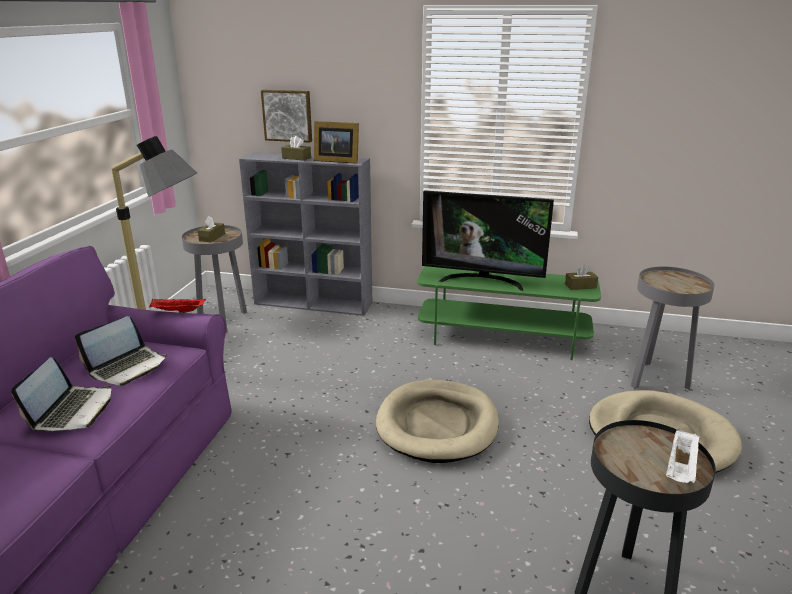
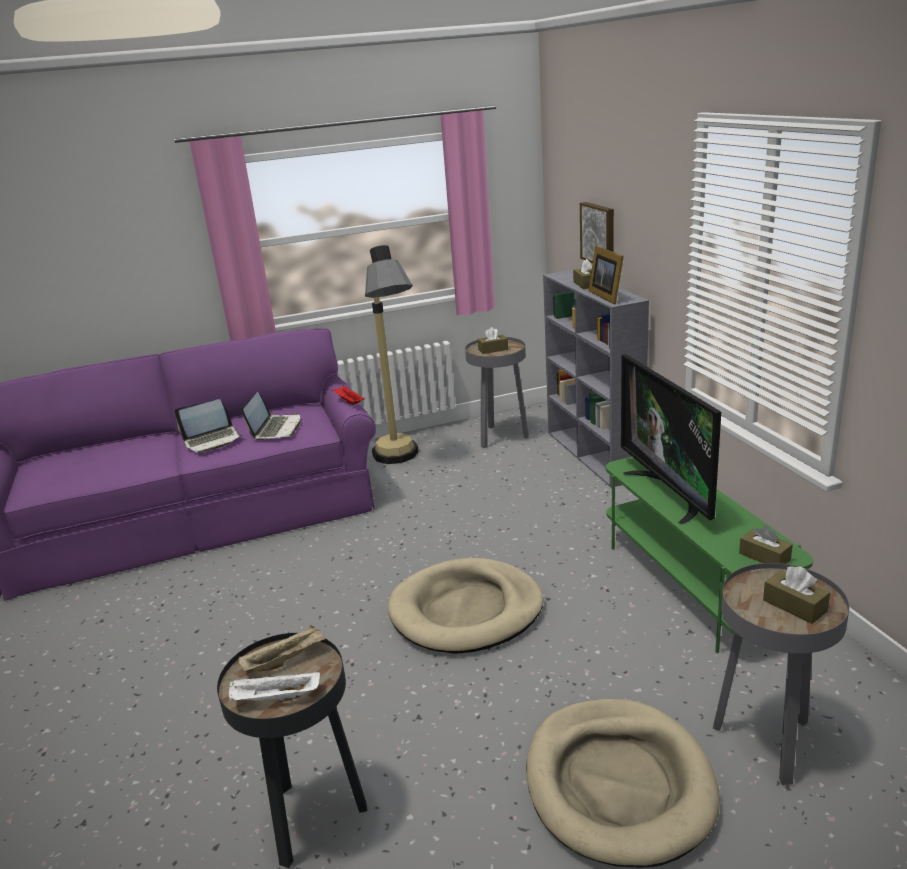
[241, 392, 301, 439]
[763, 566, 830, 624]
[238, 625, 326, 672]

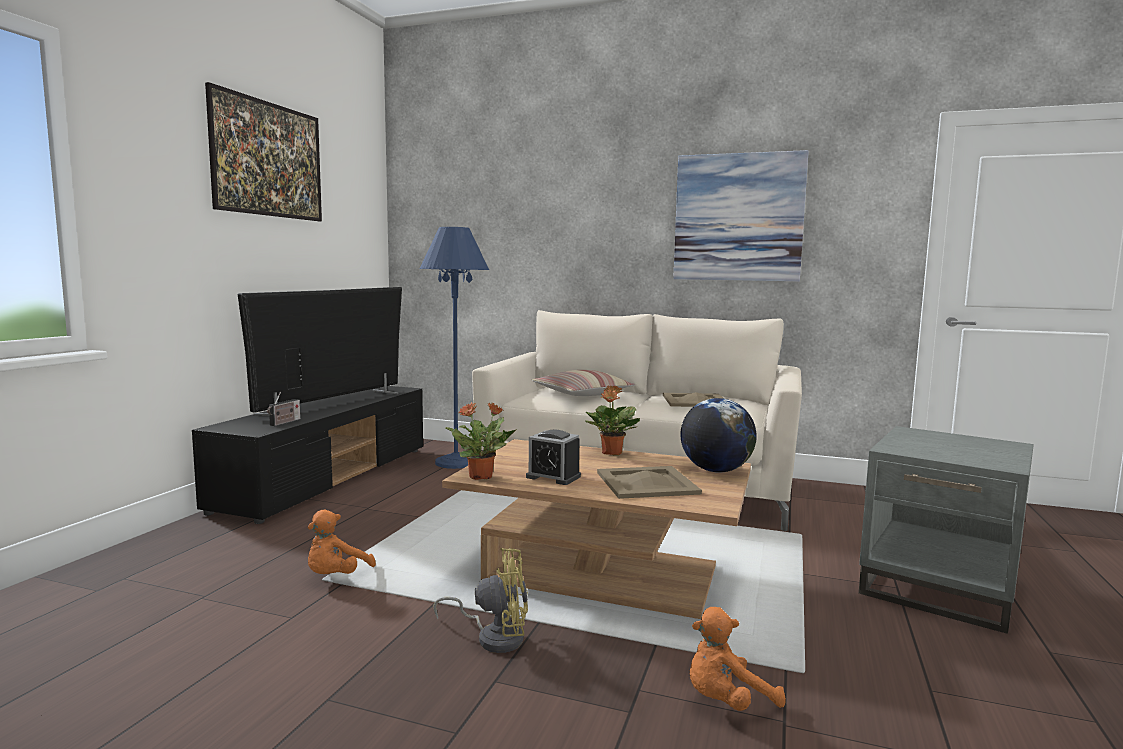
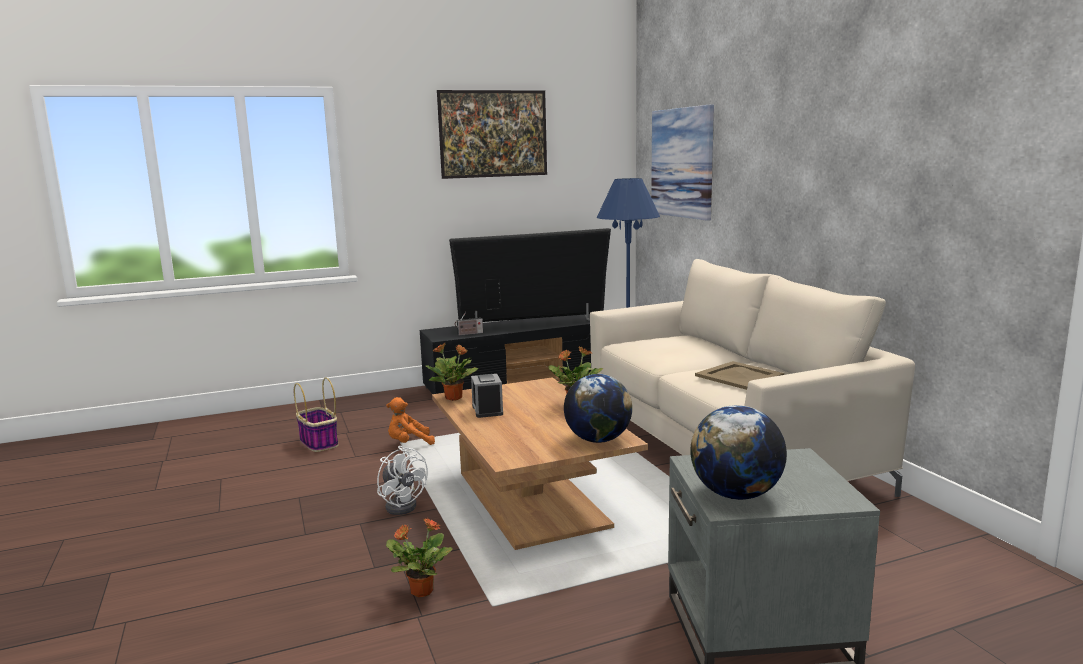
[651, 104, 714, 221]
[532, 370, 635, 396] (first image)
[597, 466, 702, 499] (first image)
[377, 446, 428, 515]
[386, 518, 453, 597]
[294, 377, 338, 452]
[690, 405, 787, 500]

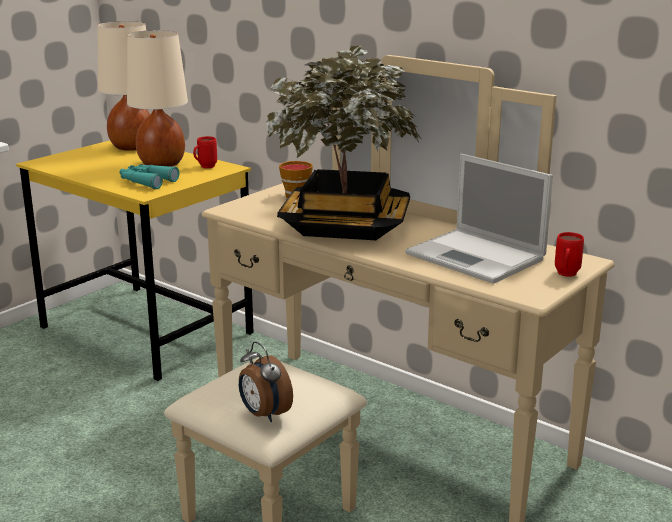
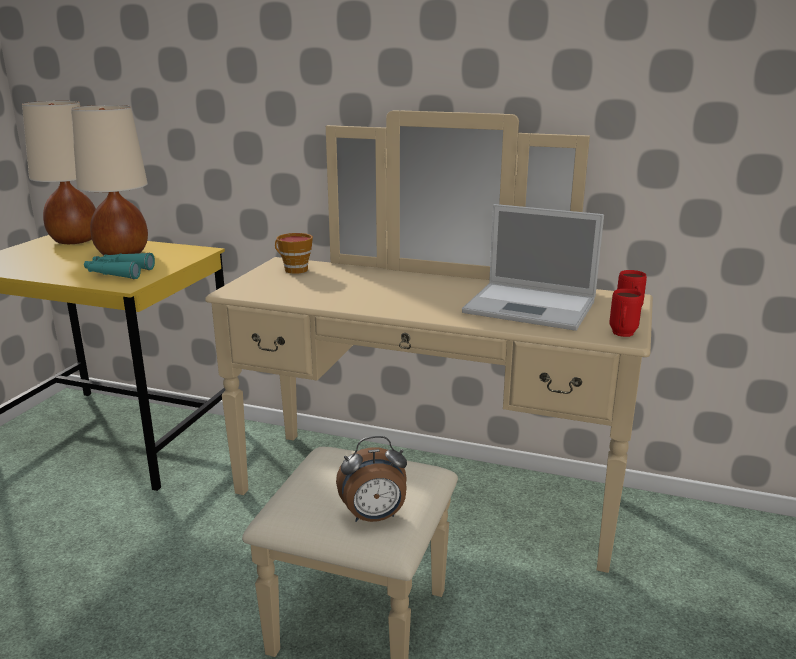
[266, 46, 421, 240] (first image)
[609, 289, 643, 337]
[336, 436, 407, 522]

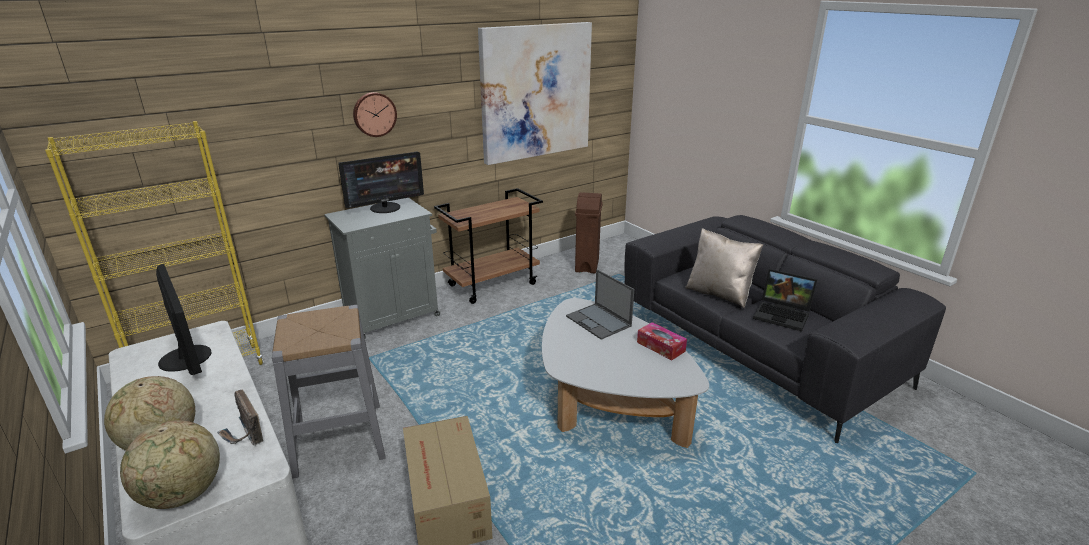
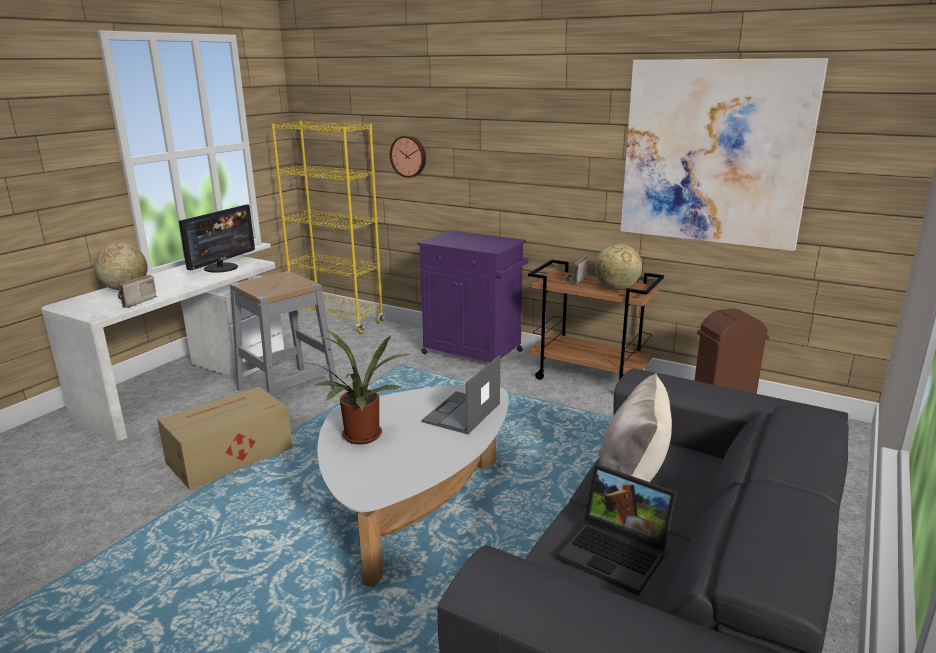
[390, 136, 426, 178]
[338, 152, 424, 213] (first image)
[417, 230, 528, 362]
[558, 464, 677, 596]
[637, 322, 687, 360] (first image)
[595, 244, 642, 290]
[565, 256, 589, 285]
[306, 329, 410, 445]

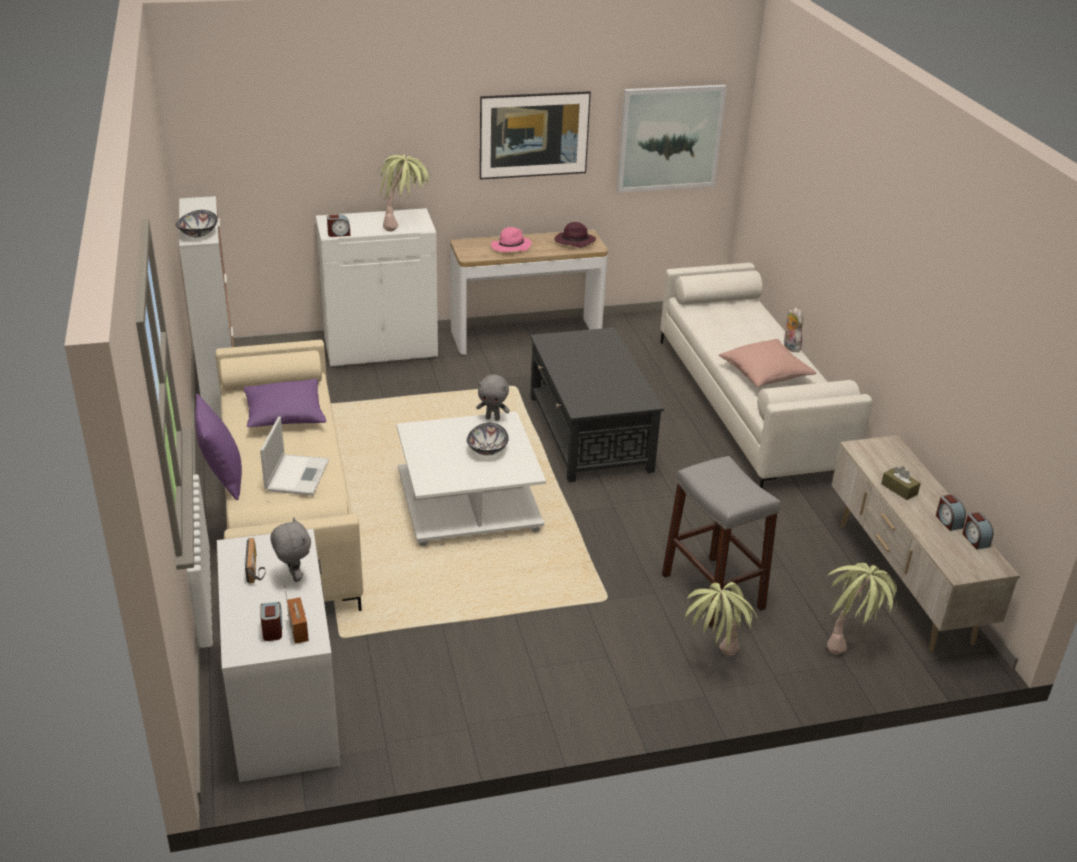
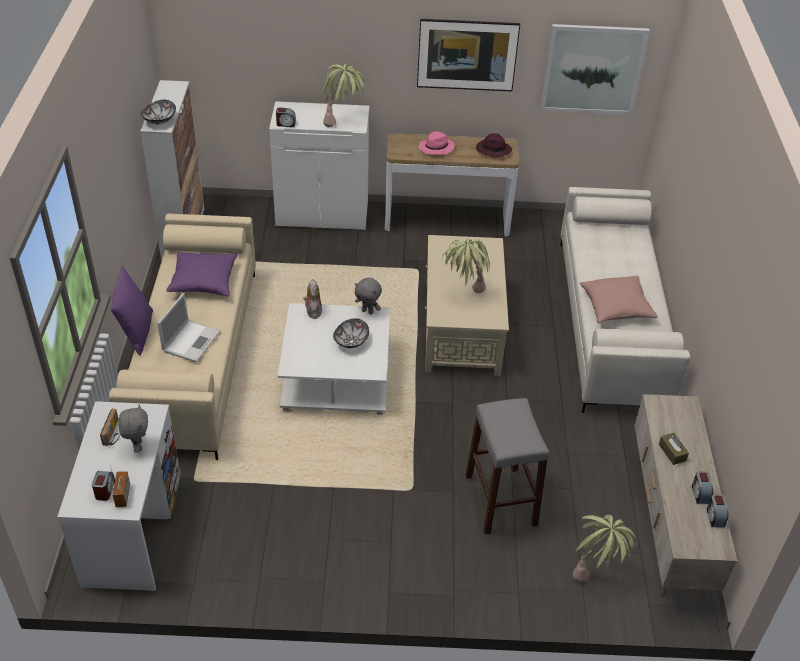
[303, 279, 322, 319]
[425, 235, 509, 376]
[442, 238, 490, 293]

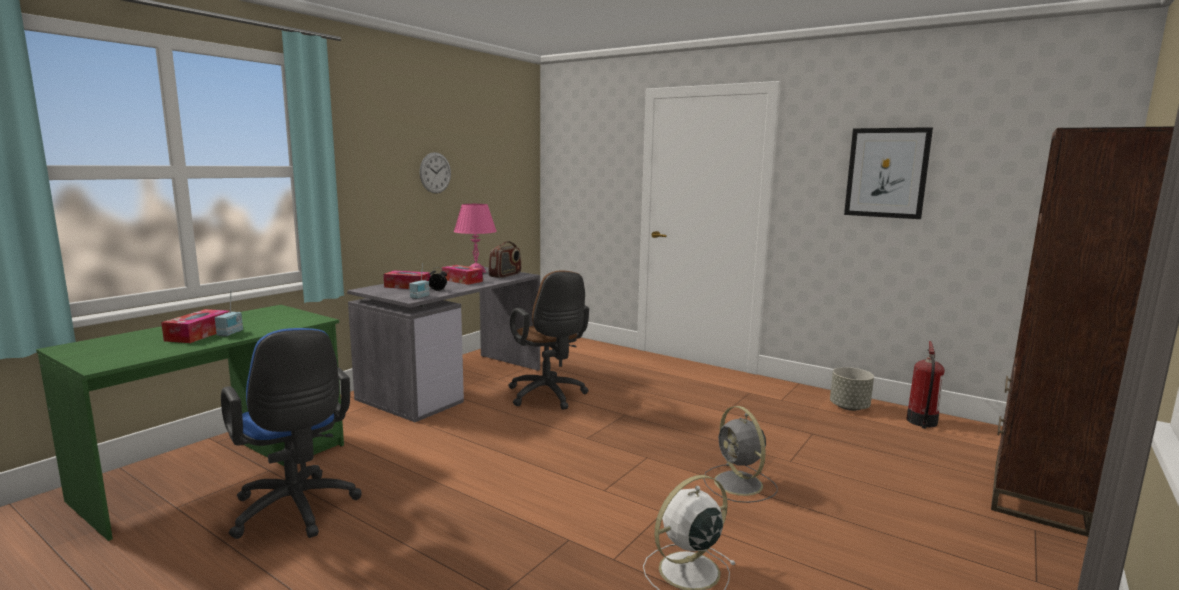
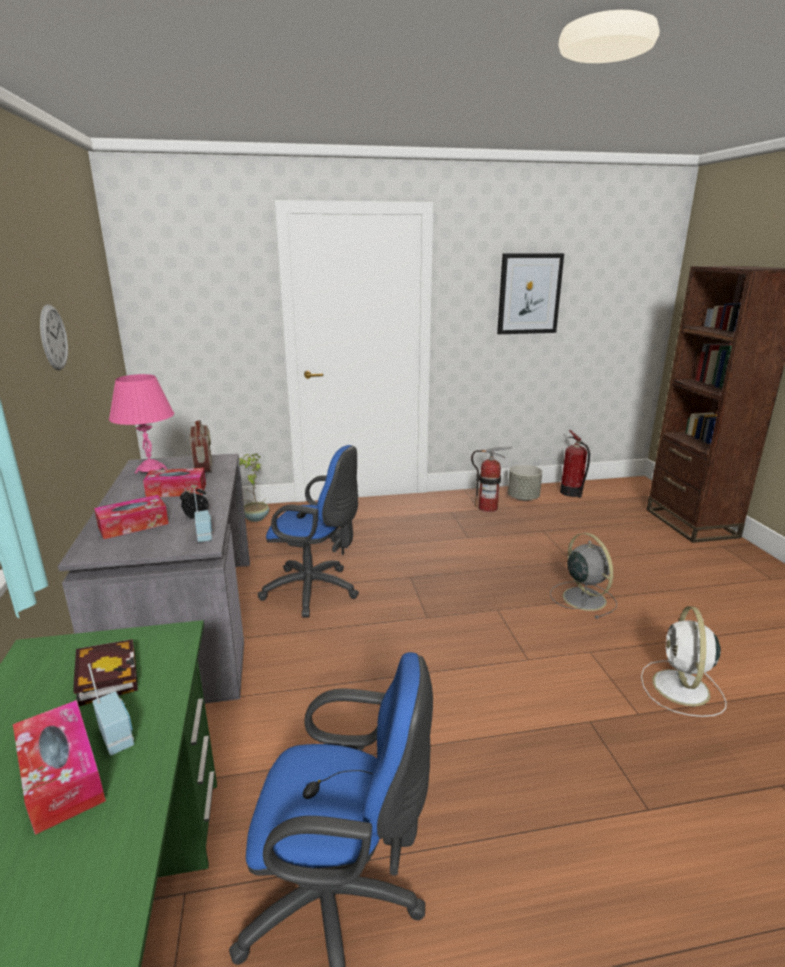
[258, 445, 359, 618]
[550, 533, 617, 619]
[471, 447, 512, 512]
[239, 453, 269, 522]
[73, 639, 138, 706]

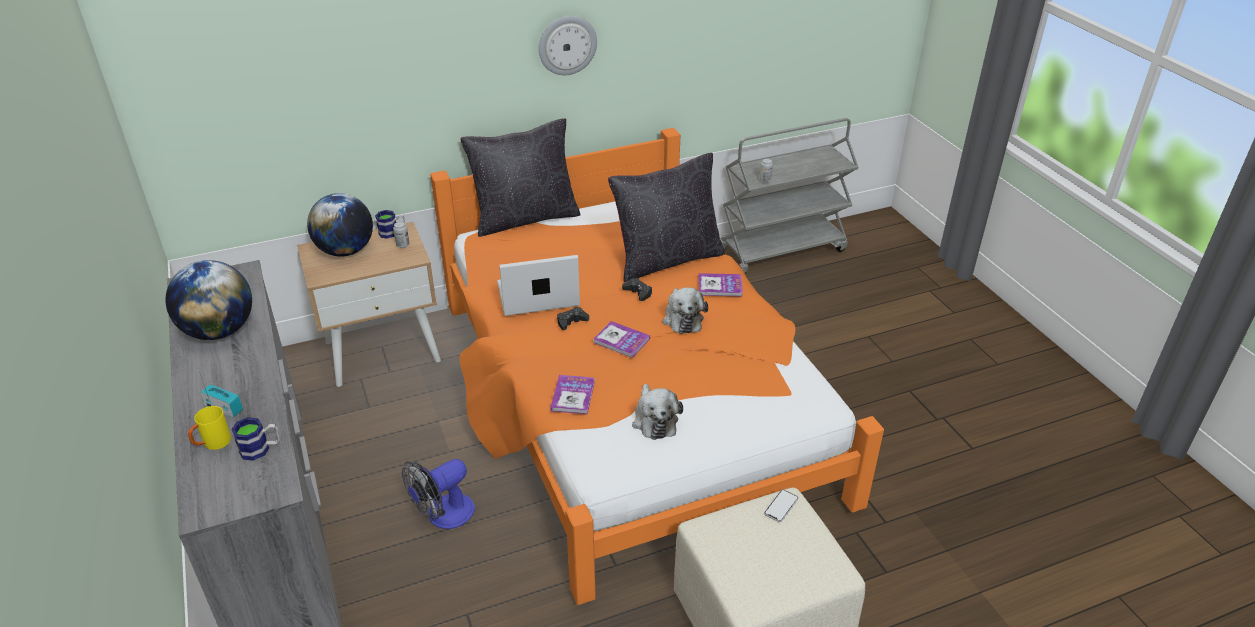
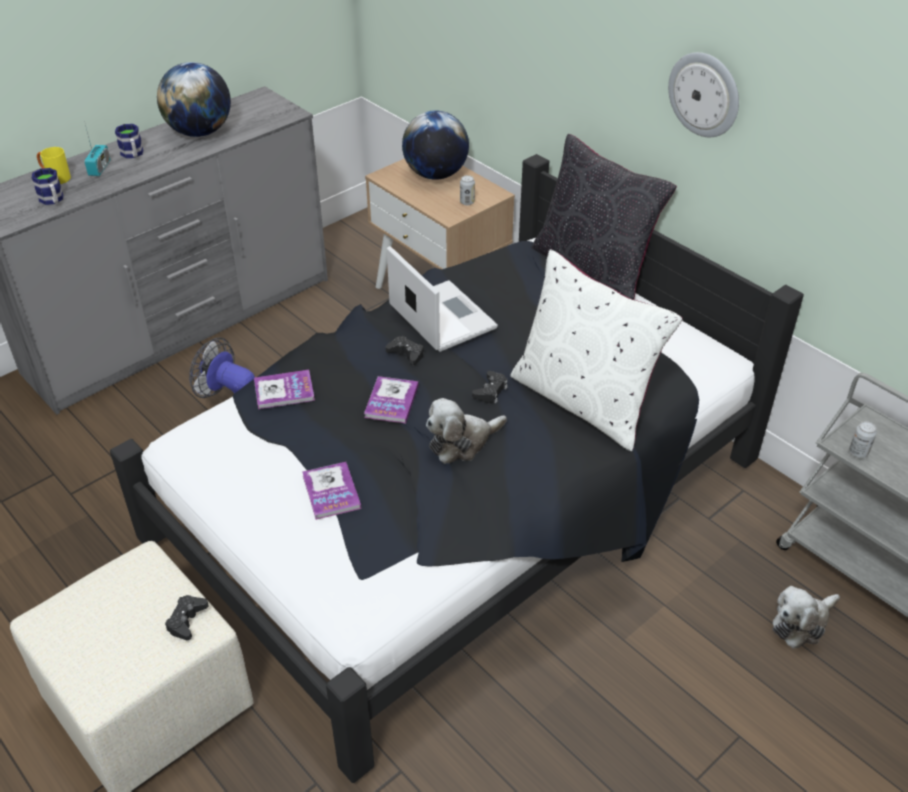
[110, 154, 804, 783]
[510, 249, 683, 451]
[115, 124, 143, 158]
[302, 462, 361, 520]
[772, 586, 840, 648]
[165, 595, 209, 640]

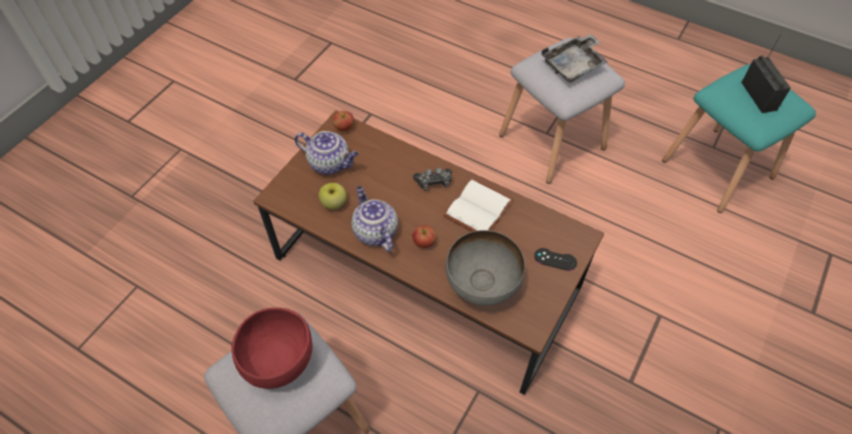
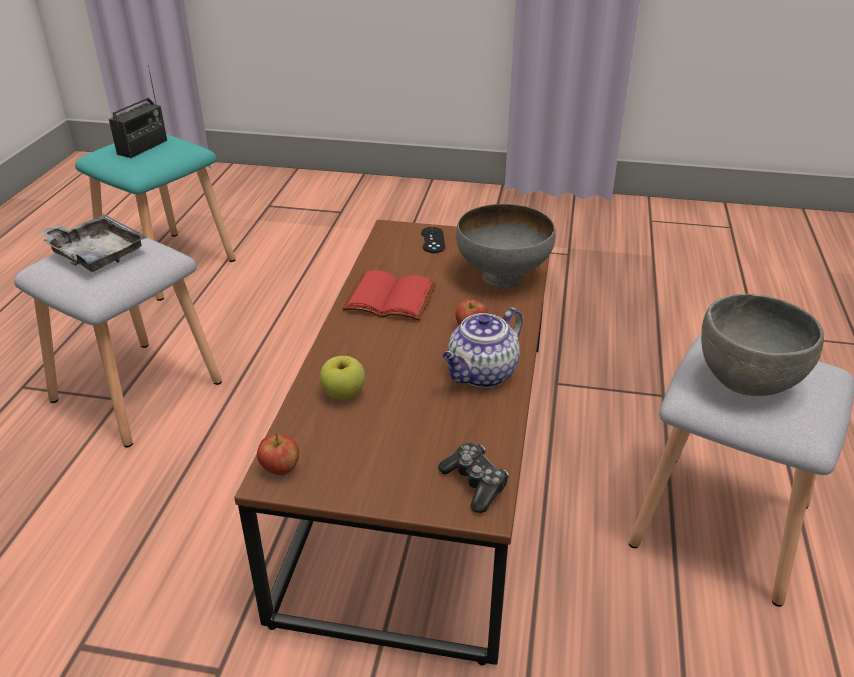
[109, 65, 167, 158]
[295, 131, 359, 175] (first image)
[438, 443, 509, 513]
[343, 270, 436, 321]
[320, 356, 365, 400]
[701, 294, 824, 396]

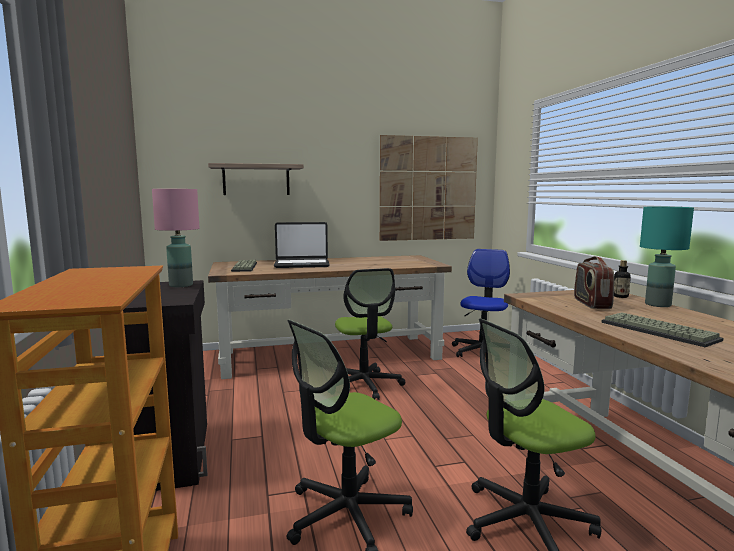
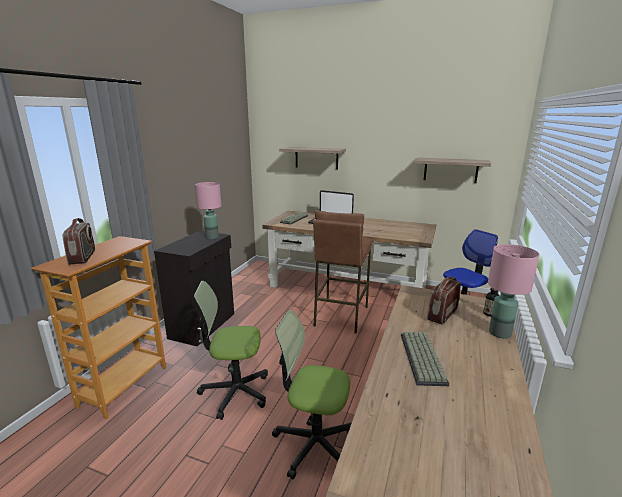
[414, 157, 491, 183]
[488, 244, 540, 339]
[313, 210, 372, 333]
[63, 218, 95, 265]

